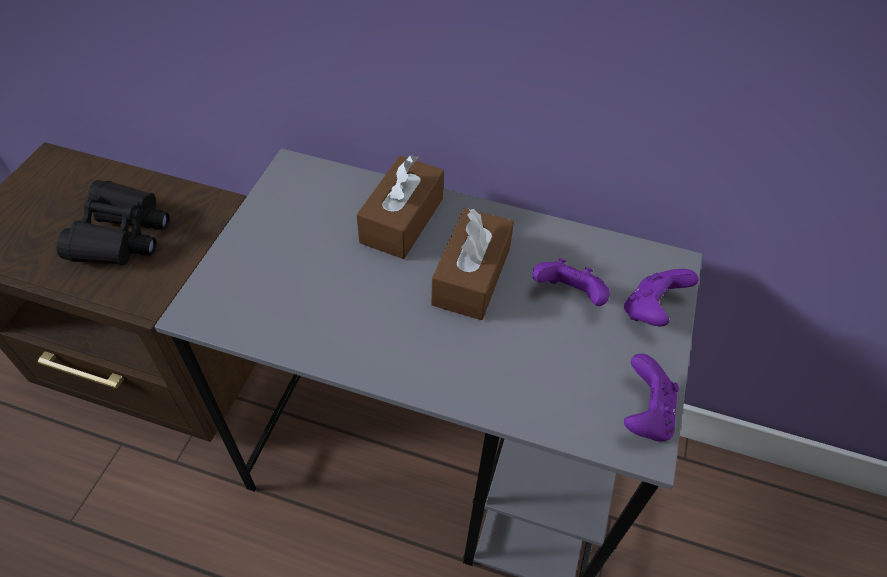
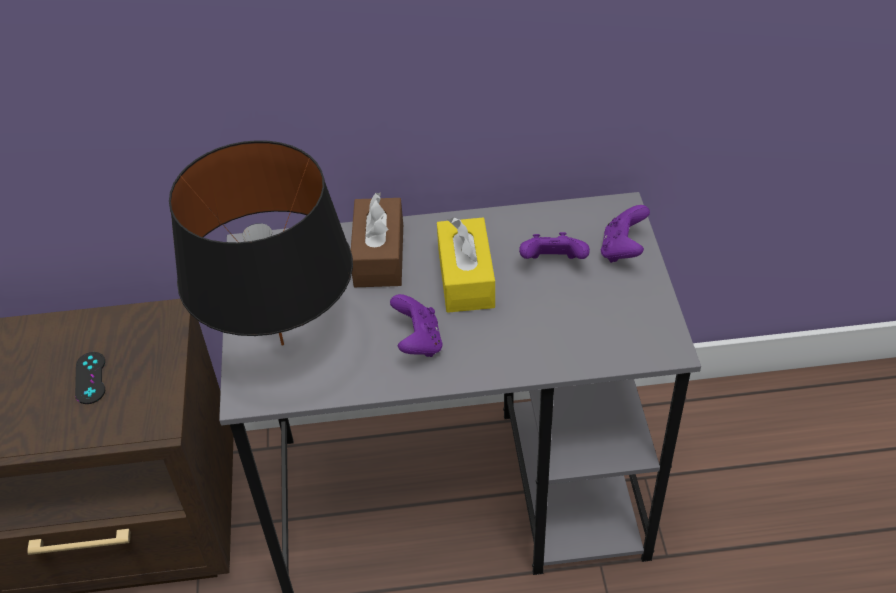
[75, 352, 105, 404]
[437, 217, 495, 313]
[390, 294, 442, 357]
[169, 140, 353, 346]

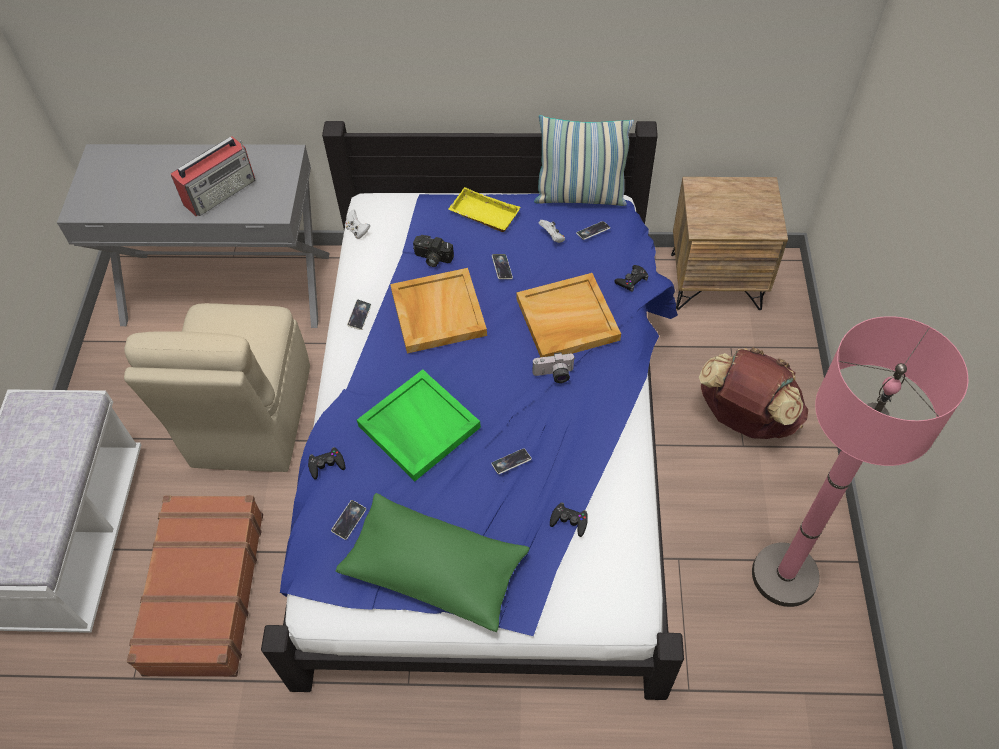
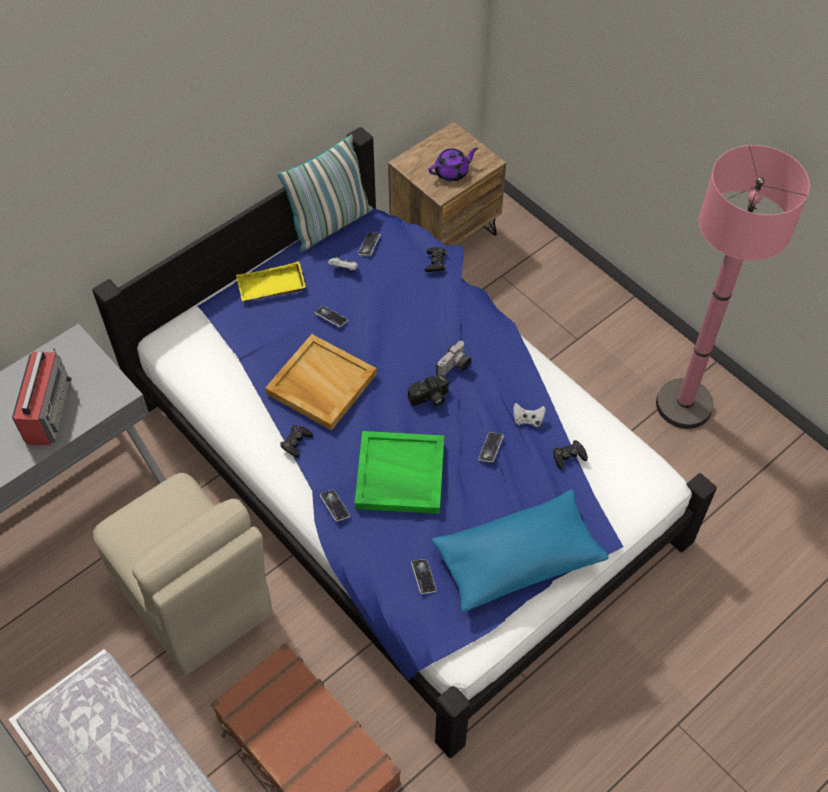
[513, 403, 546, 427]
[408, 375, 449, 406]
[516, 273, 621, 357] (first image)
[320, 490, 350, 522]
[699, 347, 808, 439] (first image)
[280, 425, 313, 458]
[432, 489, 609, 612]
[429, 147, 478, 181]

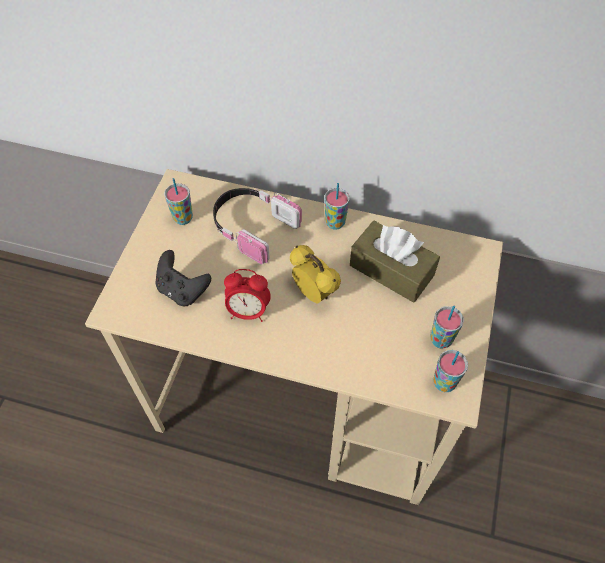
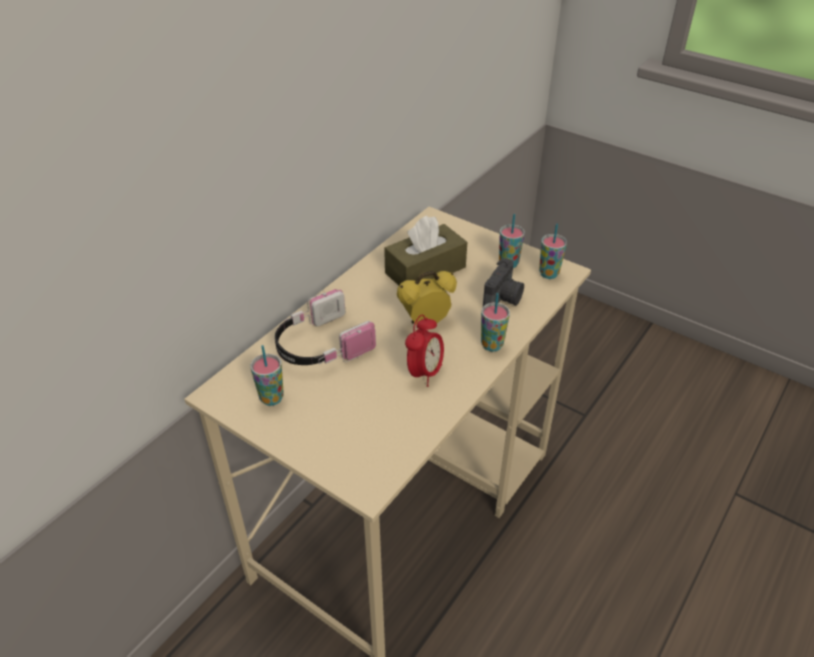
[481, 293, 510, 352]
[156, 250, 211, 306] (first image)
[483, 258, 524, 306]

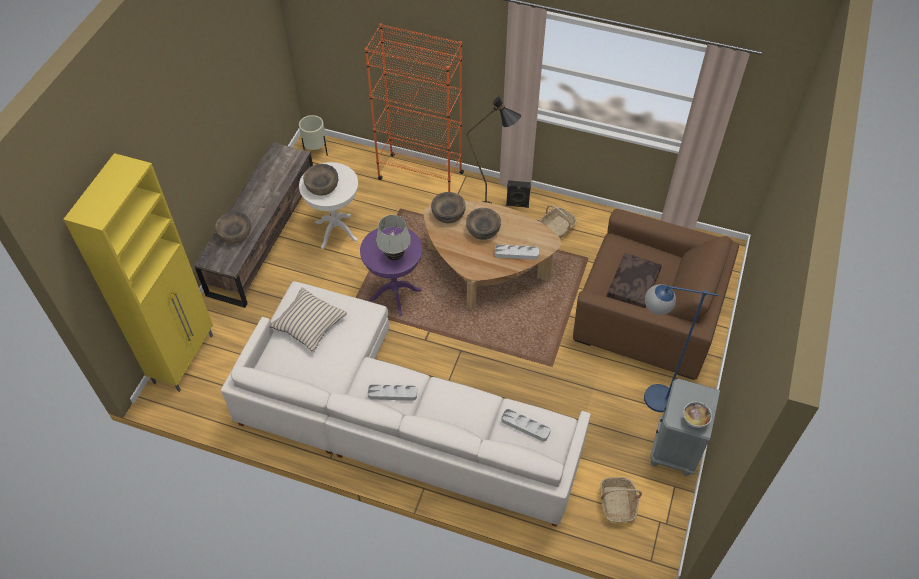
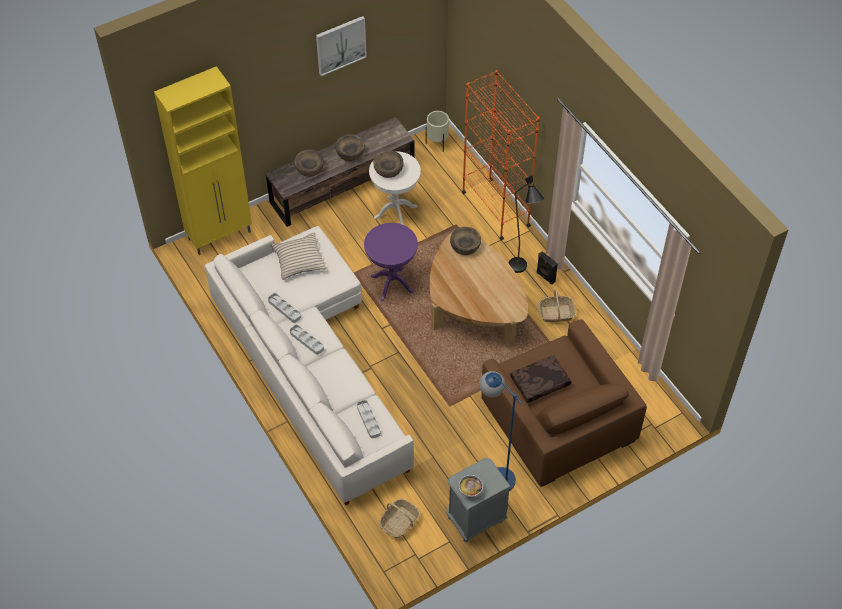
[335, 134, 365, 161]
[376, 215, 411, 260] (first image)
[268, 293, 301, 323]
[316, 16, 367, 76]

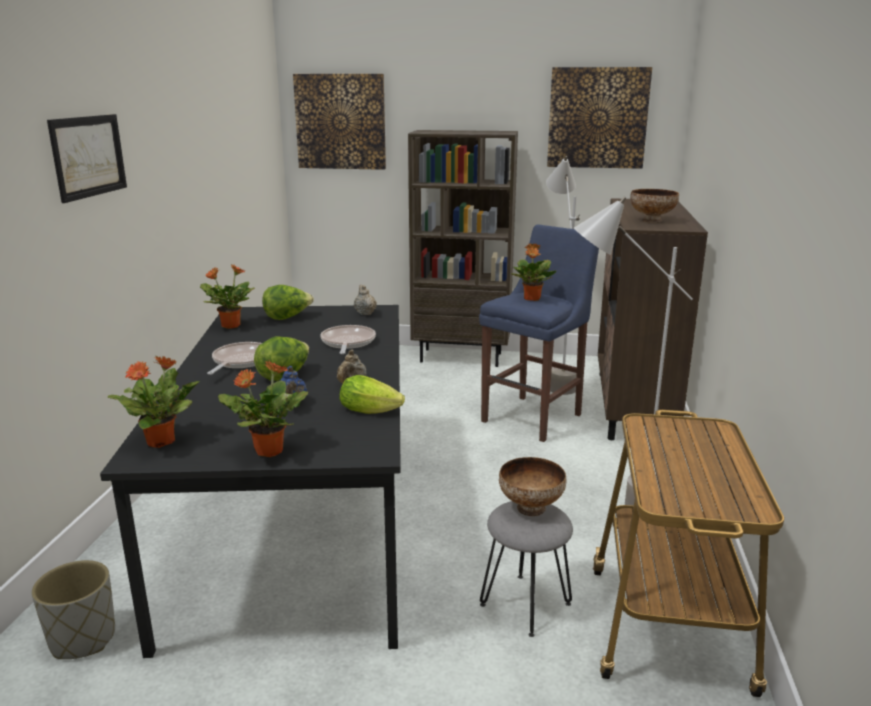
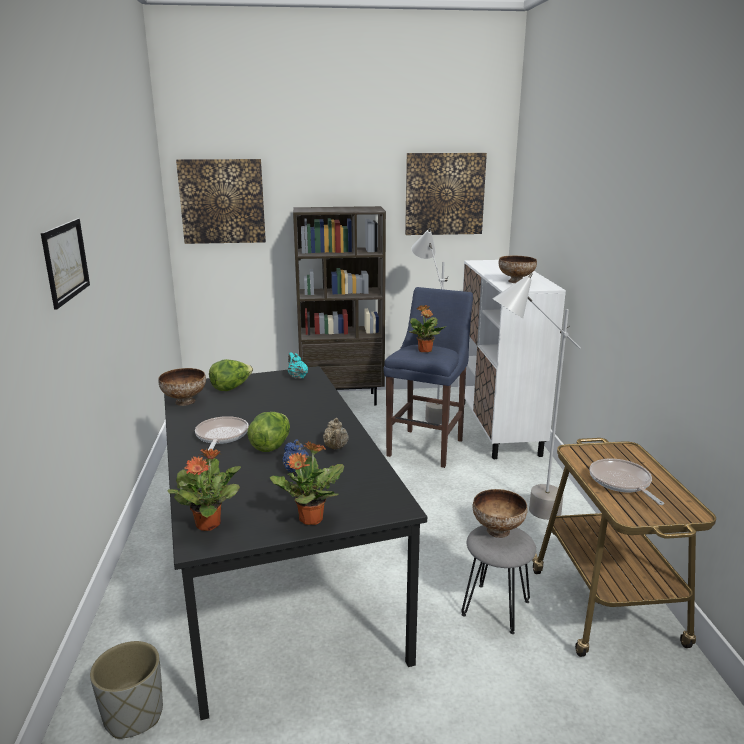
[458, 260, 566, 459]
[158, 368, 206, 406]
[288, 352, 308, 379]
[589, 458, 664, 505]
[339, 375, 405, 414] (first image)

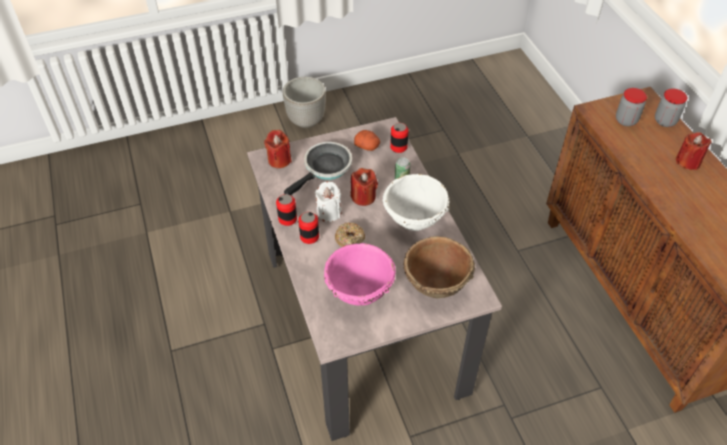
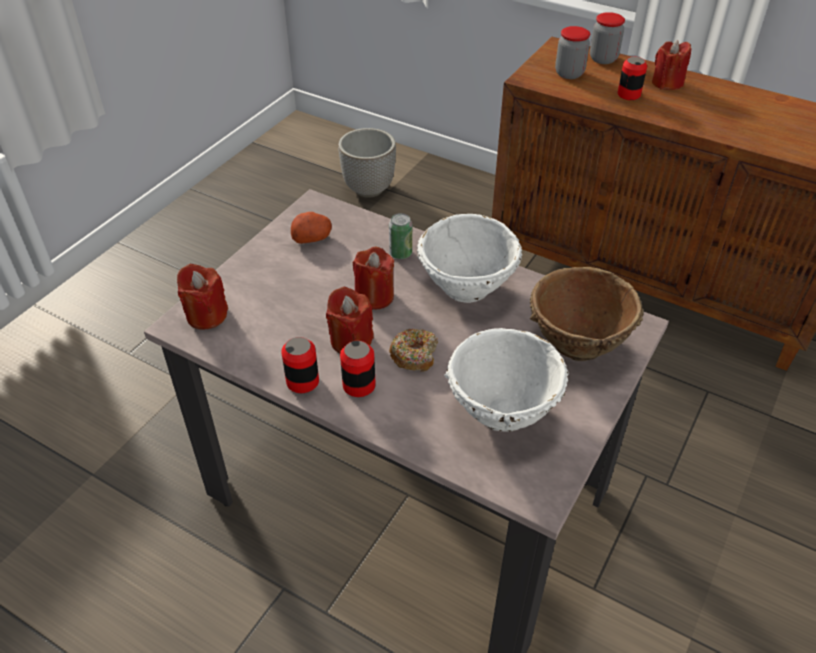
[338, 128, 396, 198]
[618, 57, 647, 100]
[284, 142, 352, 195] (first image)
[326, 286, 374, 353]
[444, 328, 569, 432]

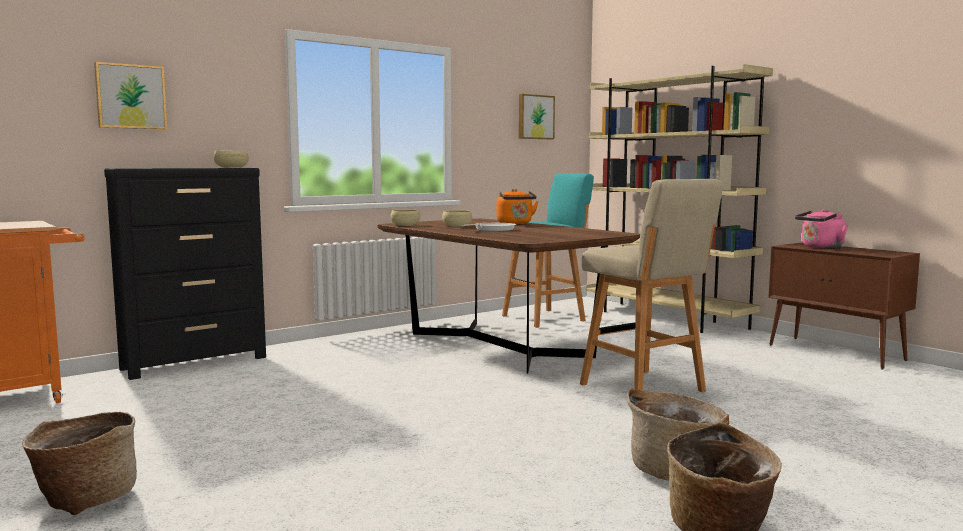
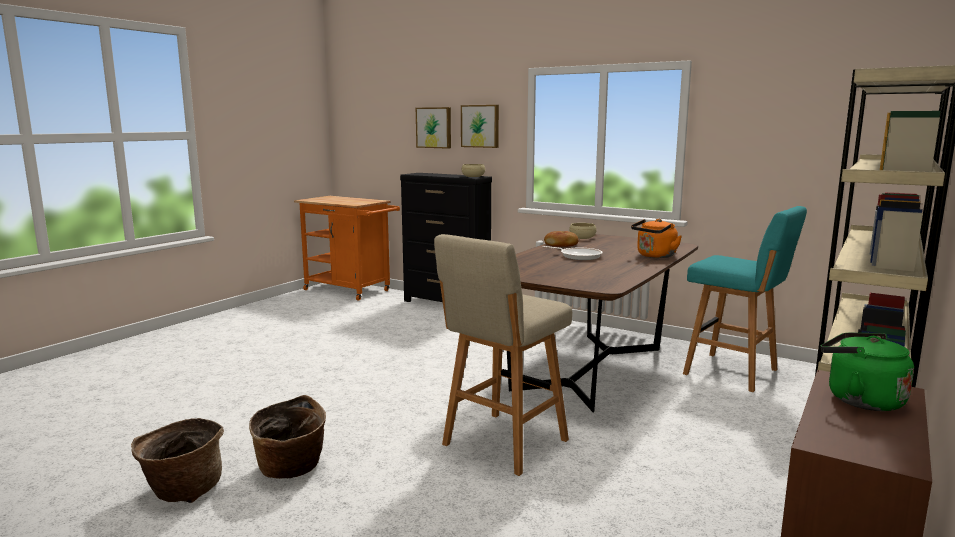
[461, 105, 499, 148]
[821, 333, 914, 411]
[442, 210, 472, 227] (first image)
[22, 412, 137, 515] (first image)
[544, 231, 578, 247]

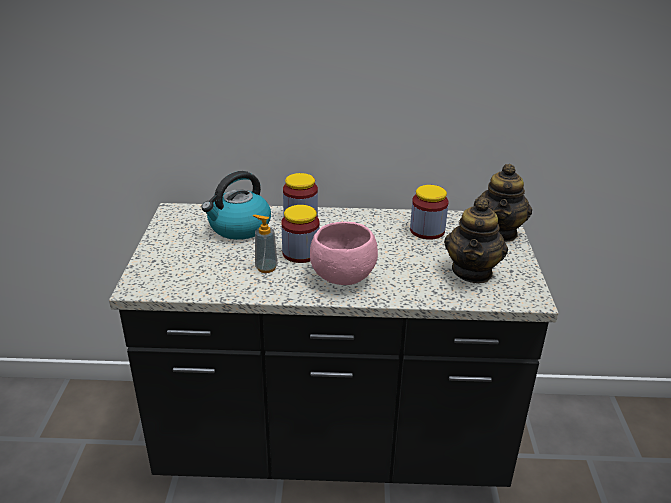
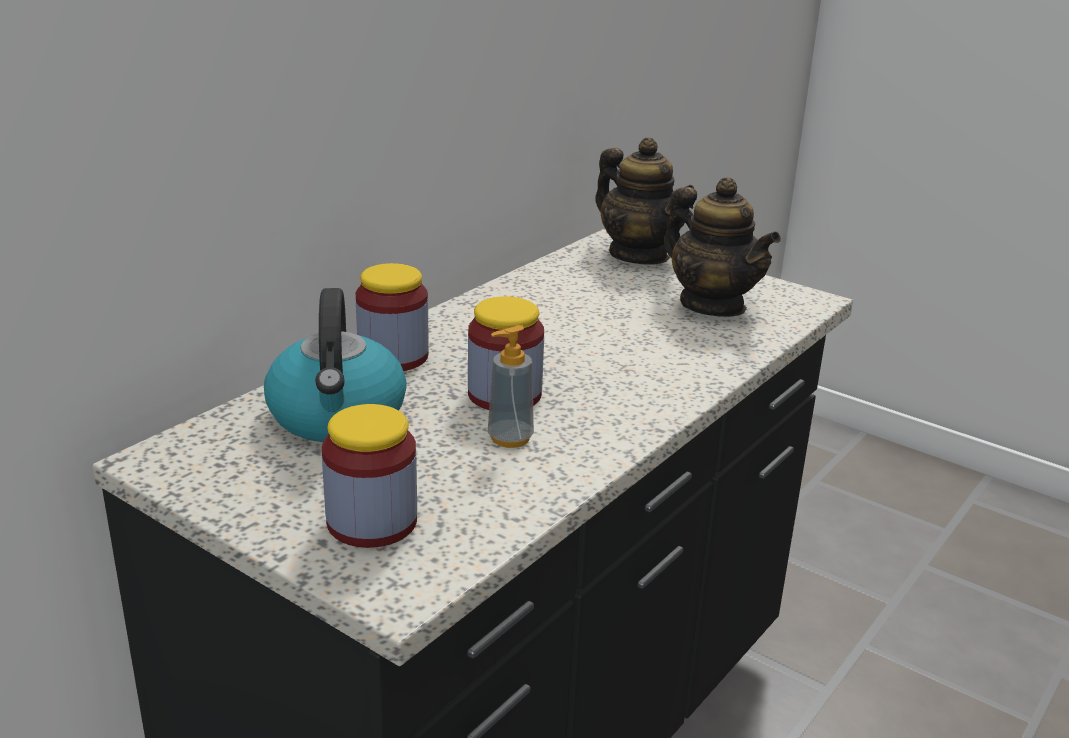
[322, 404, 417, 548]
[310, 222, 378, 285] (first image)

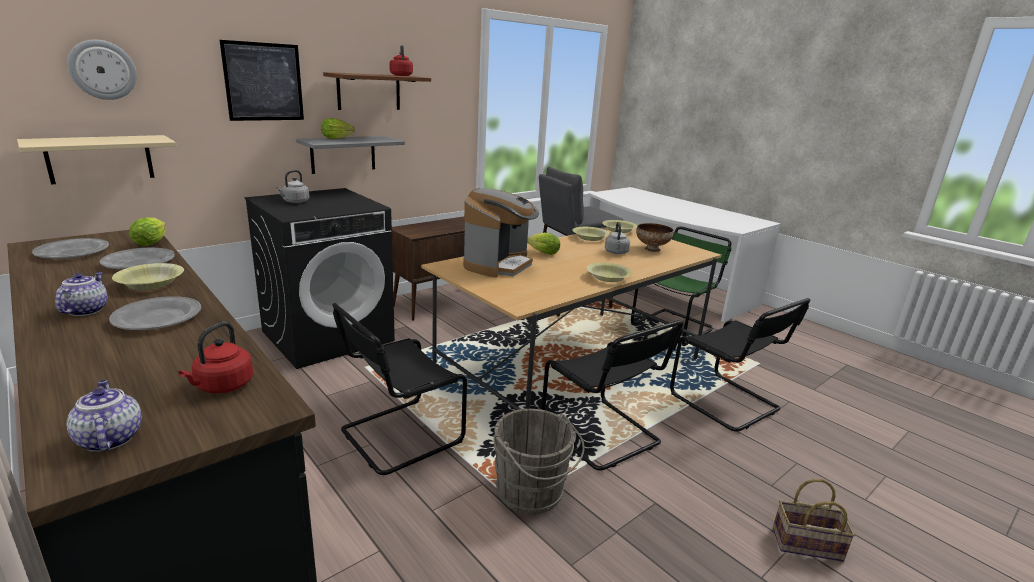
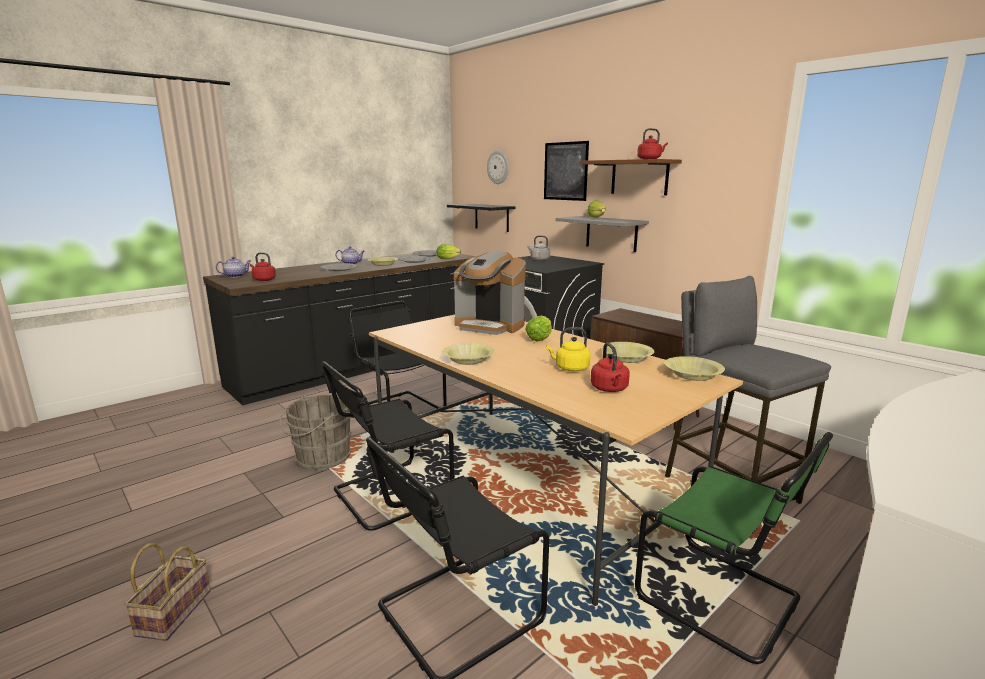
[447, 204, 515, 232]
[546, 327, 591, 371]
[591, 342, 630, 392]

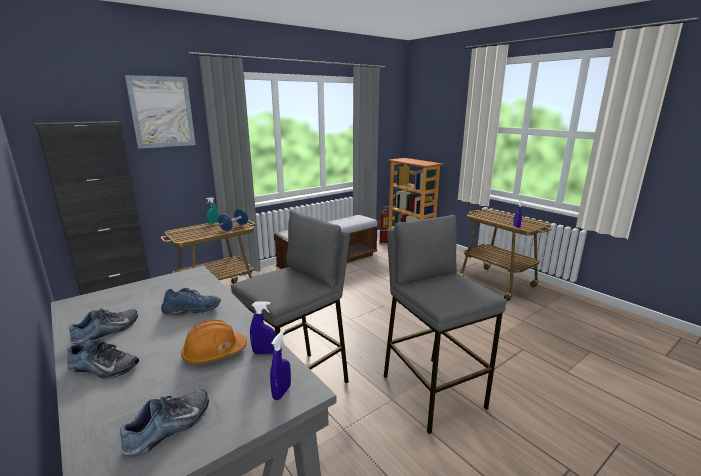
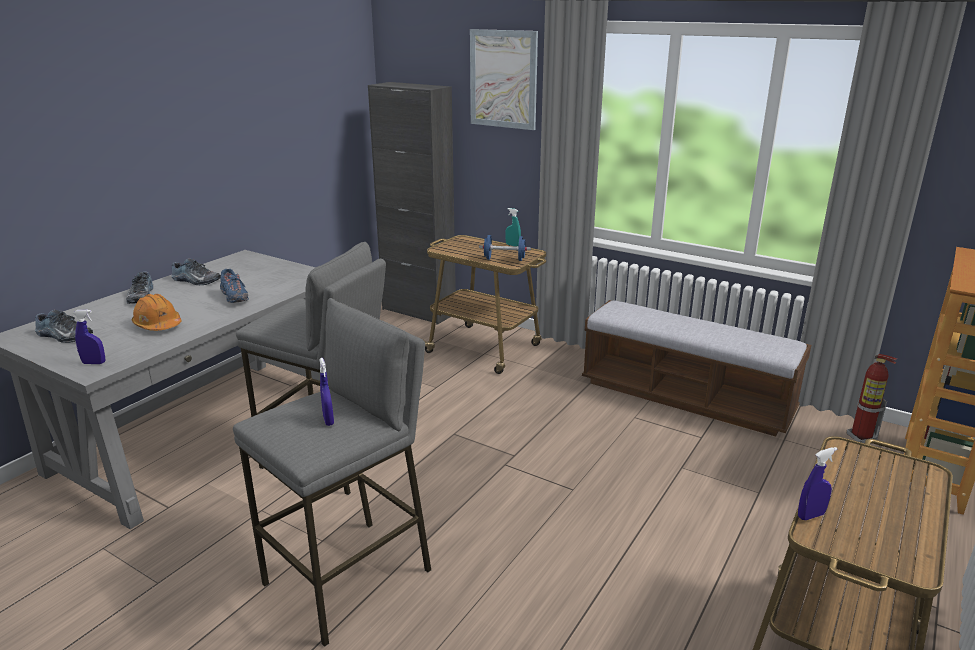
[319, 358, 334, 426]

